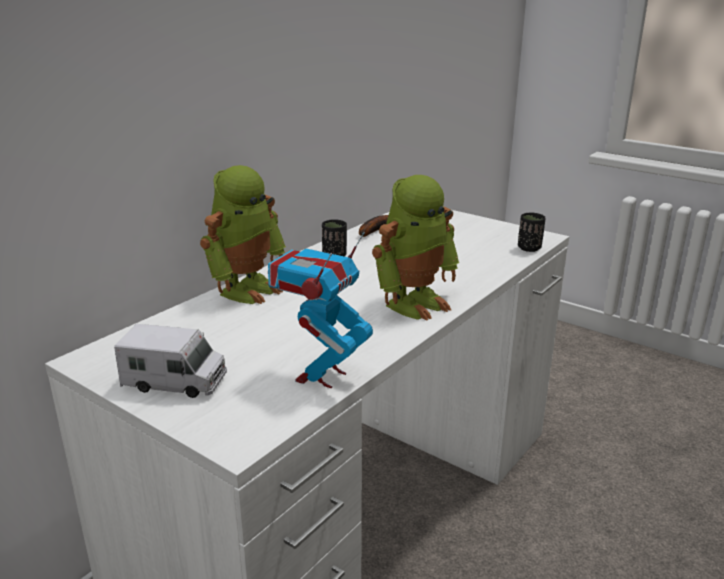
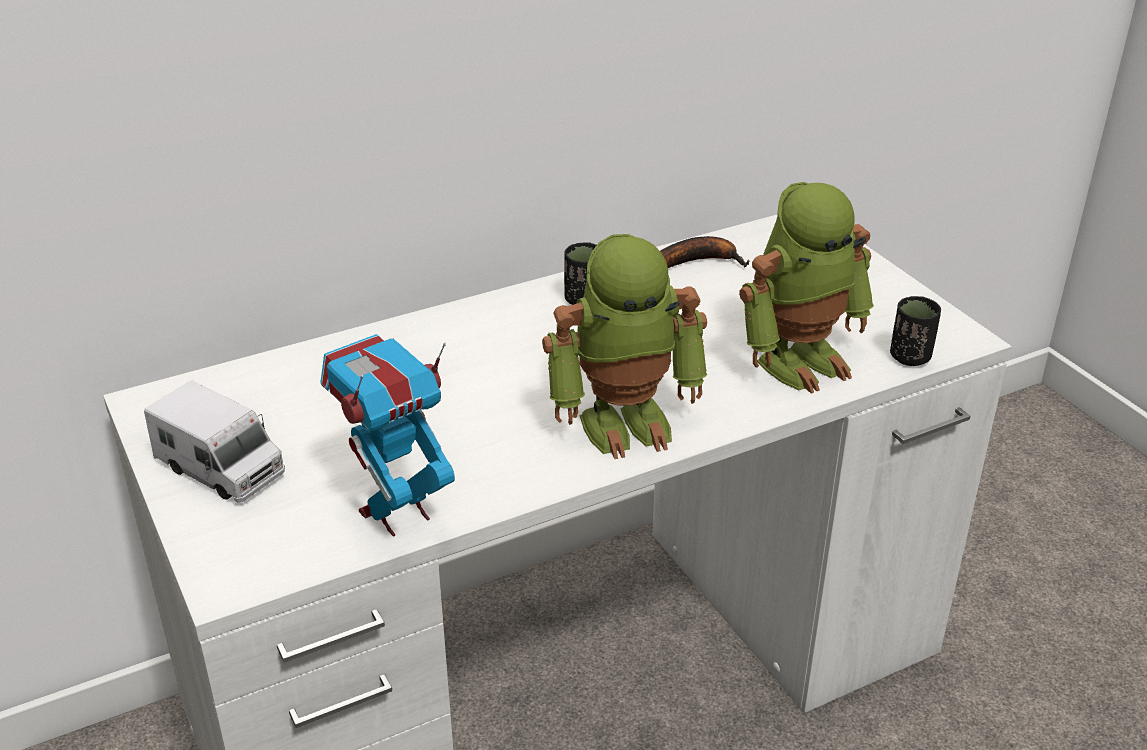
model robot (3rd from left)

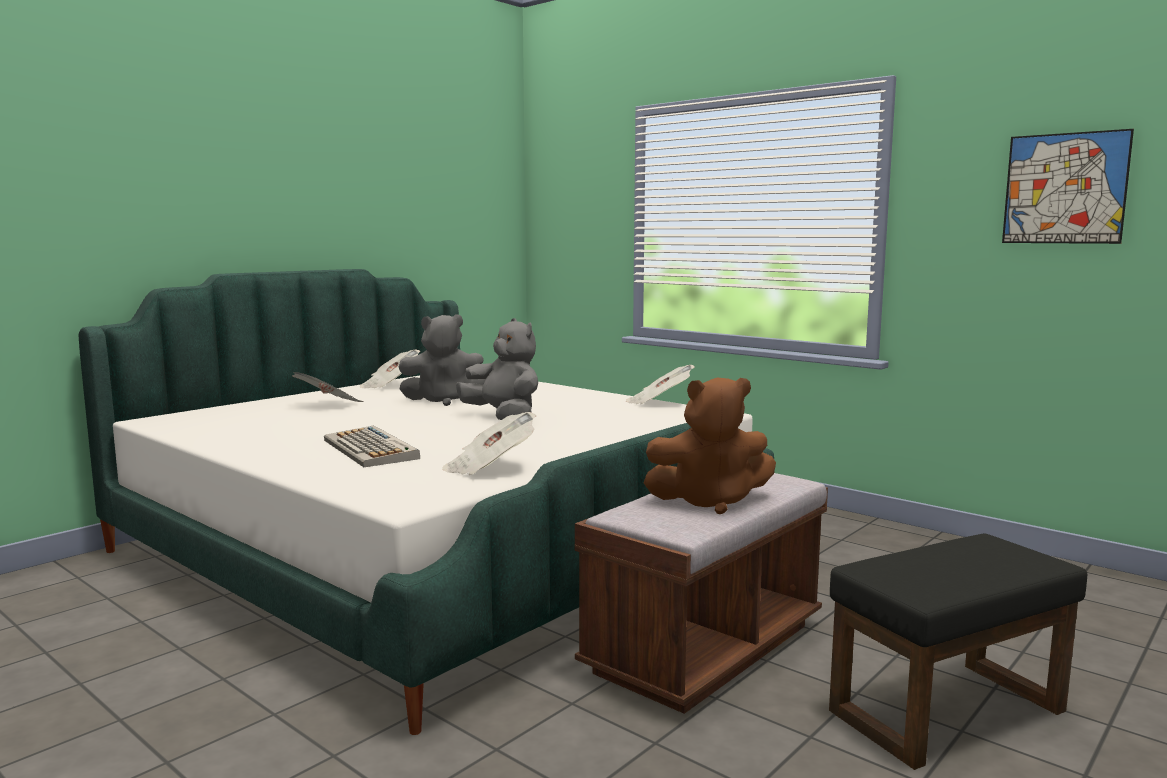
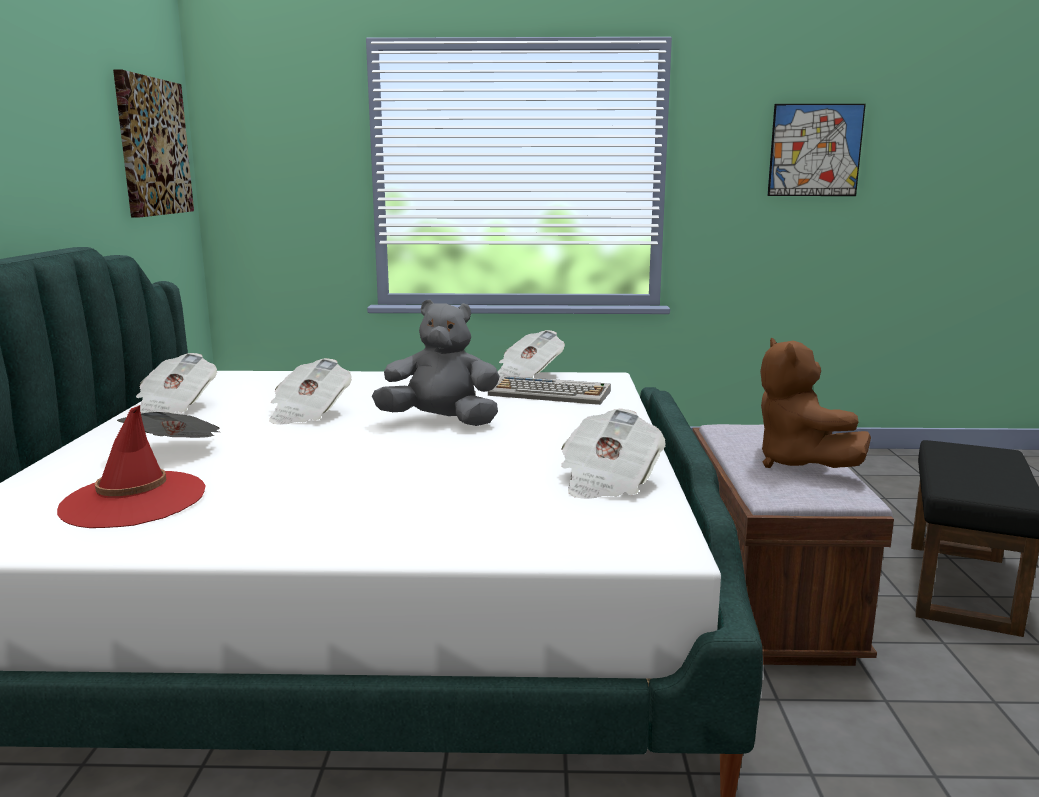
hat in red
wall art (1st from left)
newspaper (3rd from left)
computer keyboard
soft toy in brown-coloured

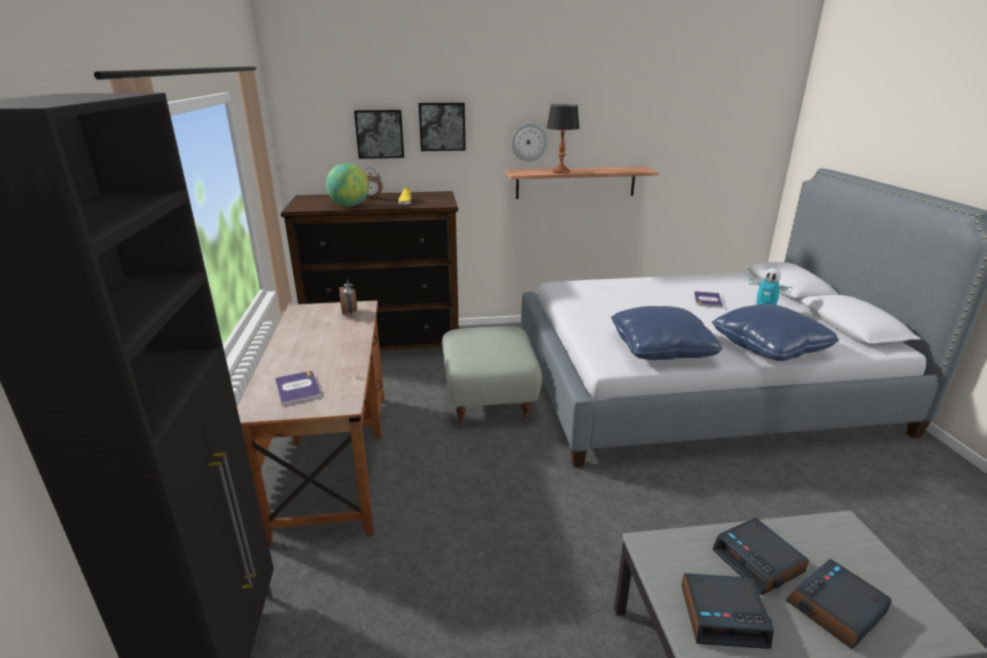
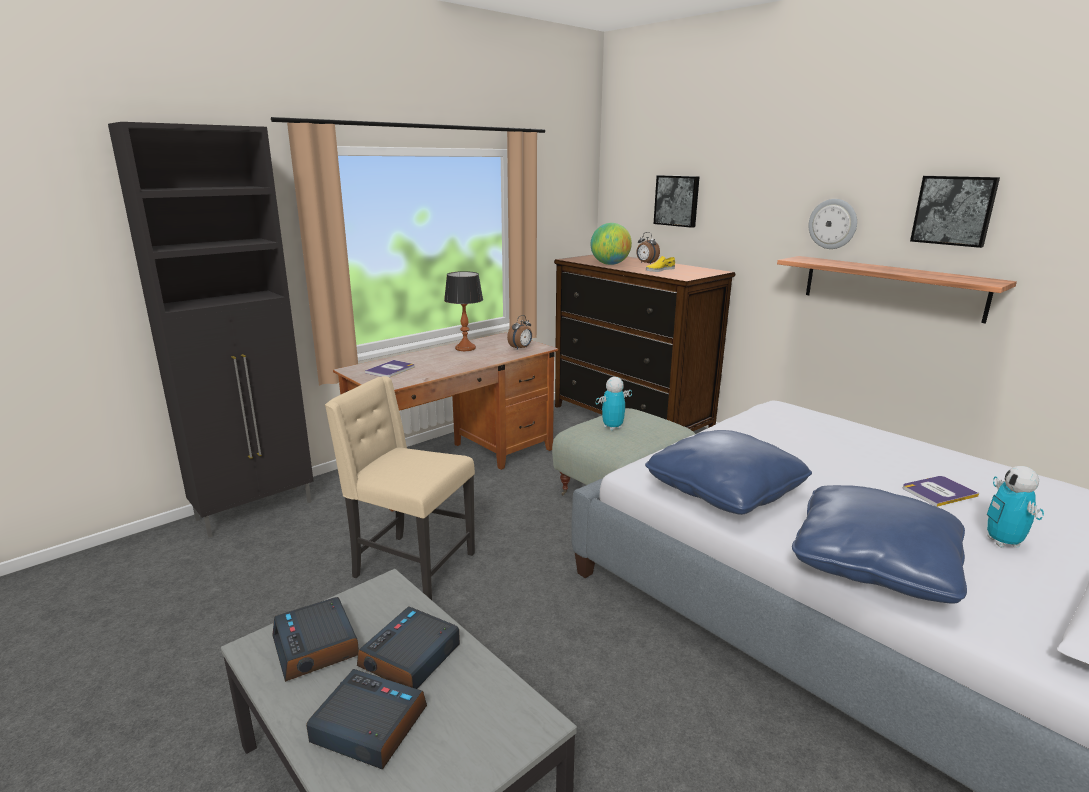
plain chair in beige-coloured
tabletop lamp
model robot (1st from left)
wall art (2nd from left)

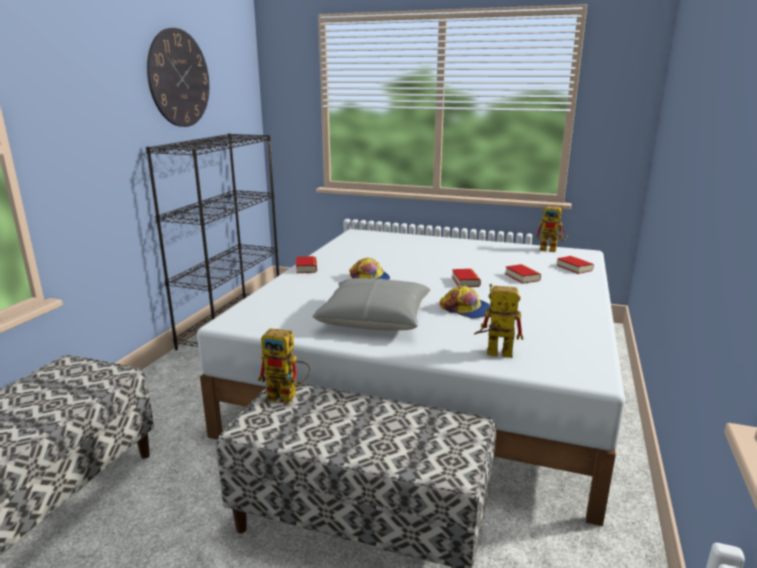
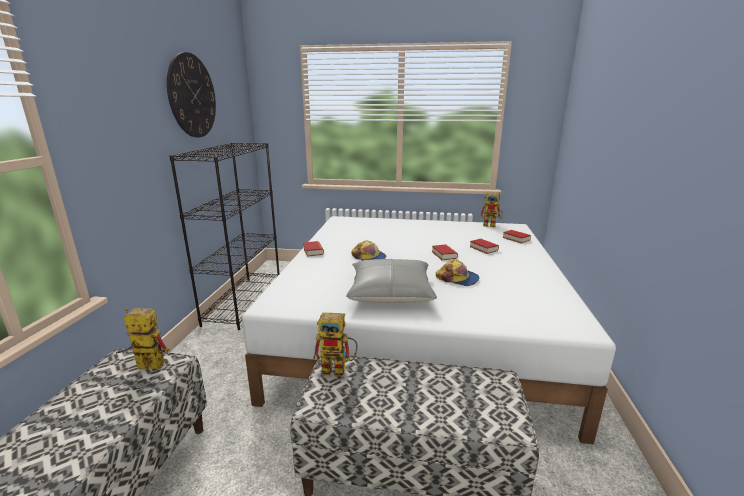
model robot (1st from left)

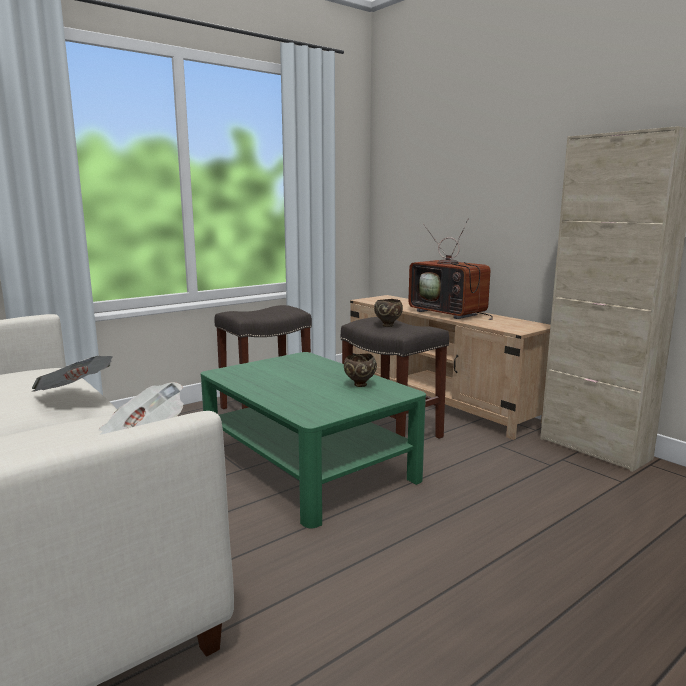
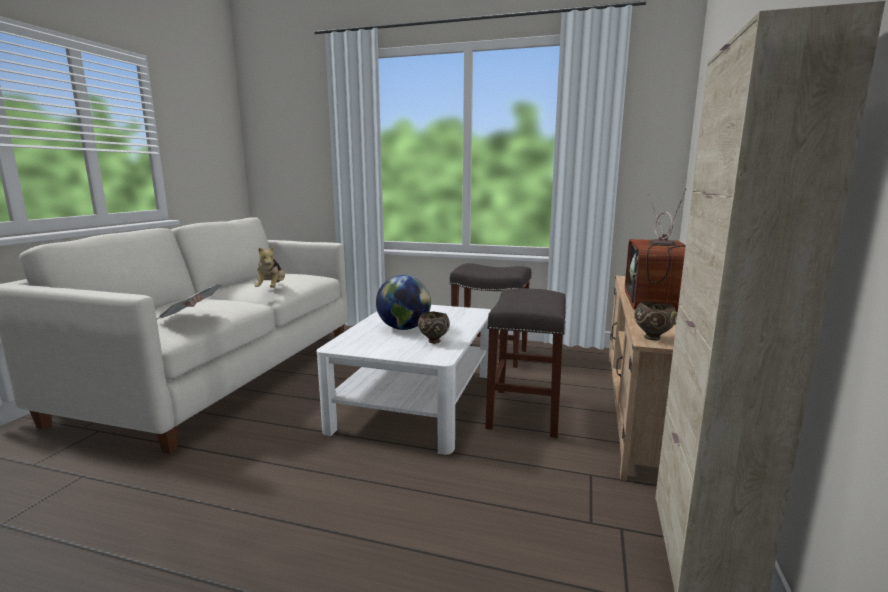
soft toy
coffee table in white
desk globe
deep dish in brown-coloured (2nd from left)

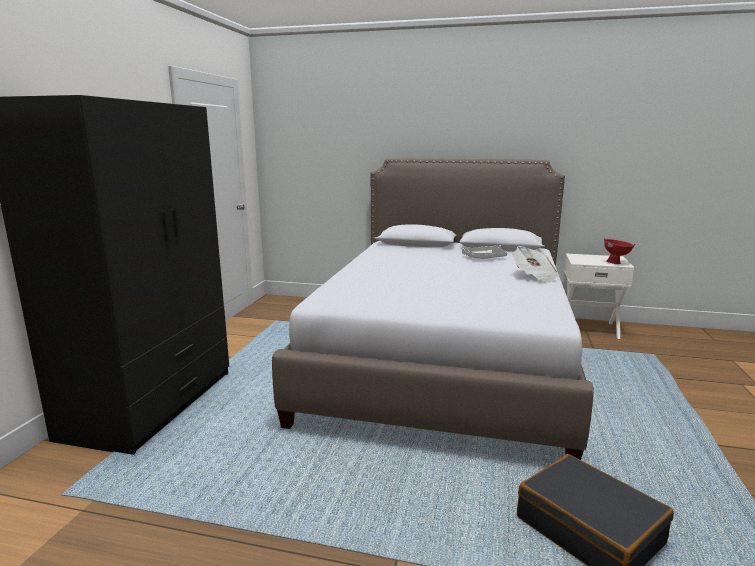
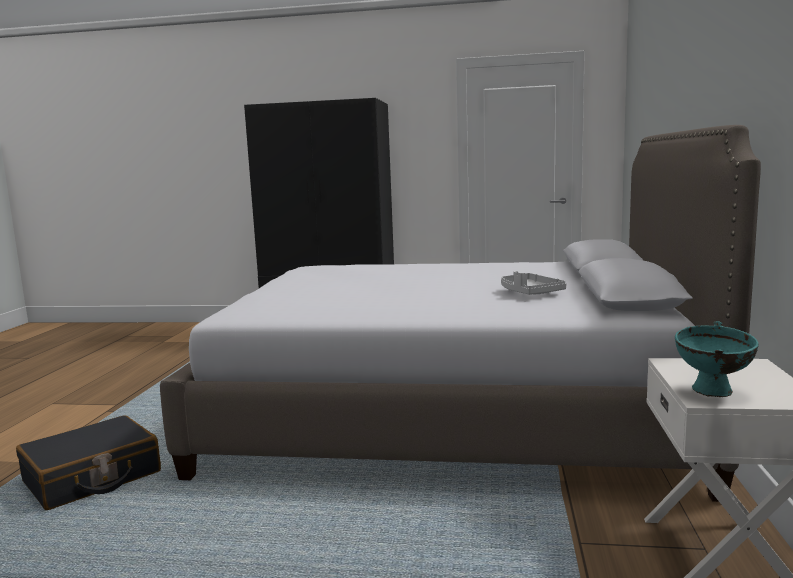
deep dish in blue-green
newspaper

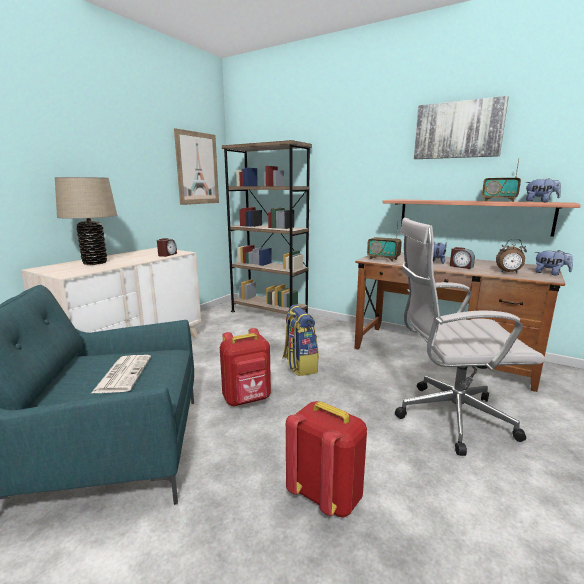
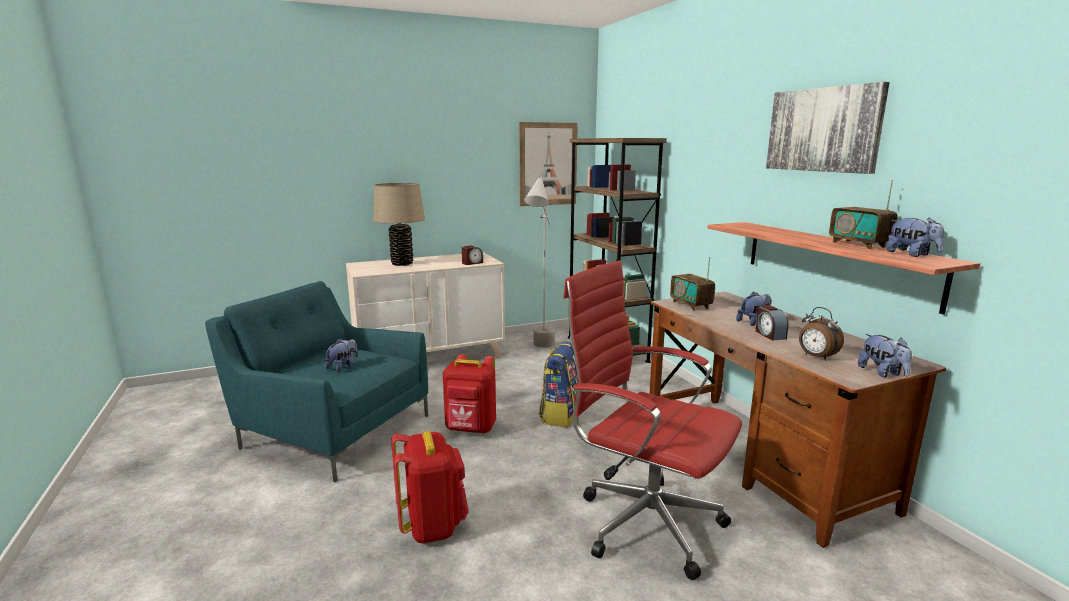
soft toy (1st from left)
floor lamp in greyish
office chair in red

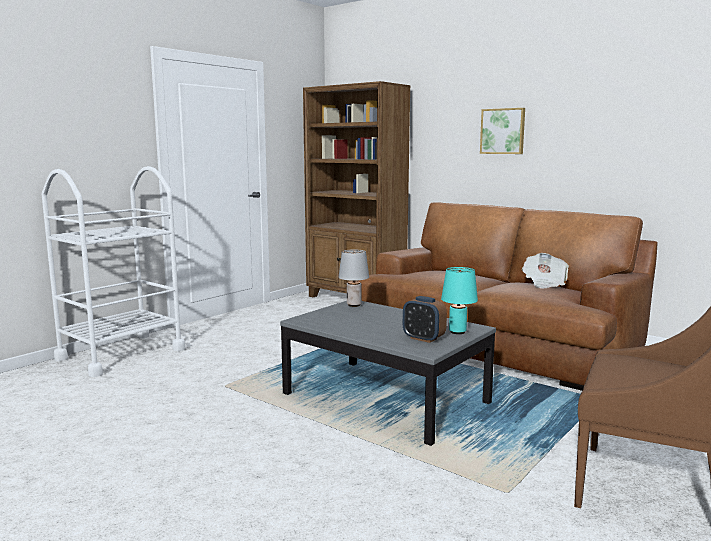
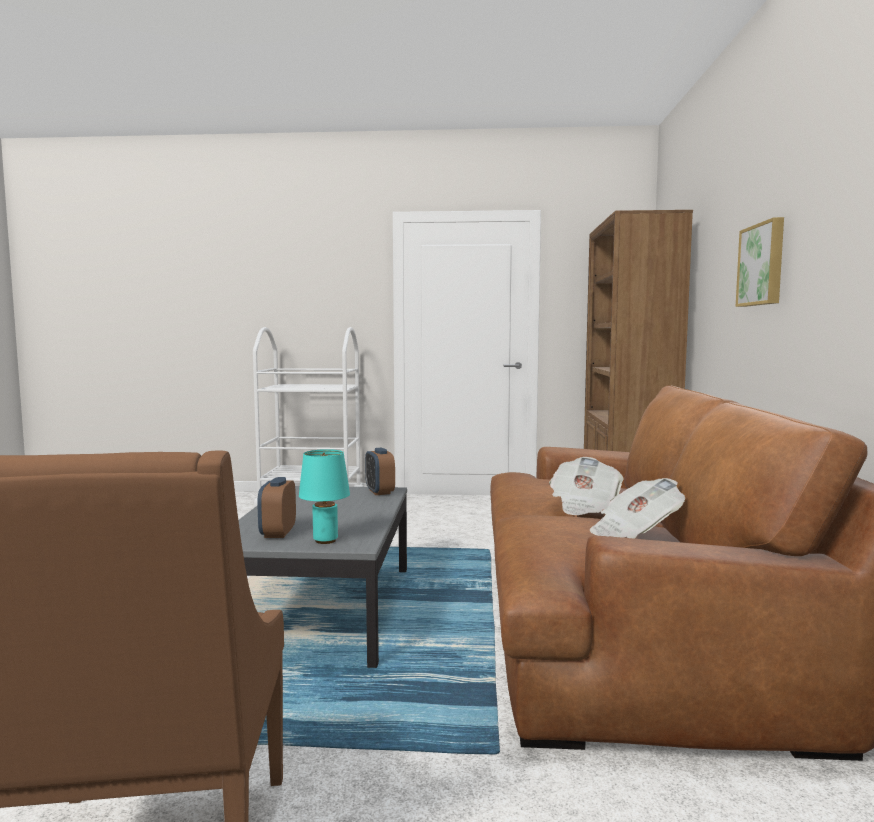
bedside clock (2nd from left)
newspaper (1st from left)

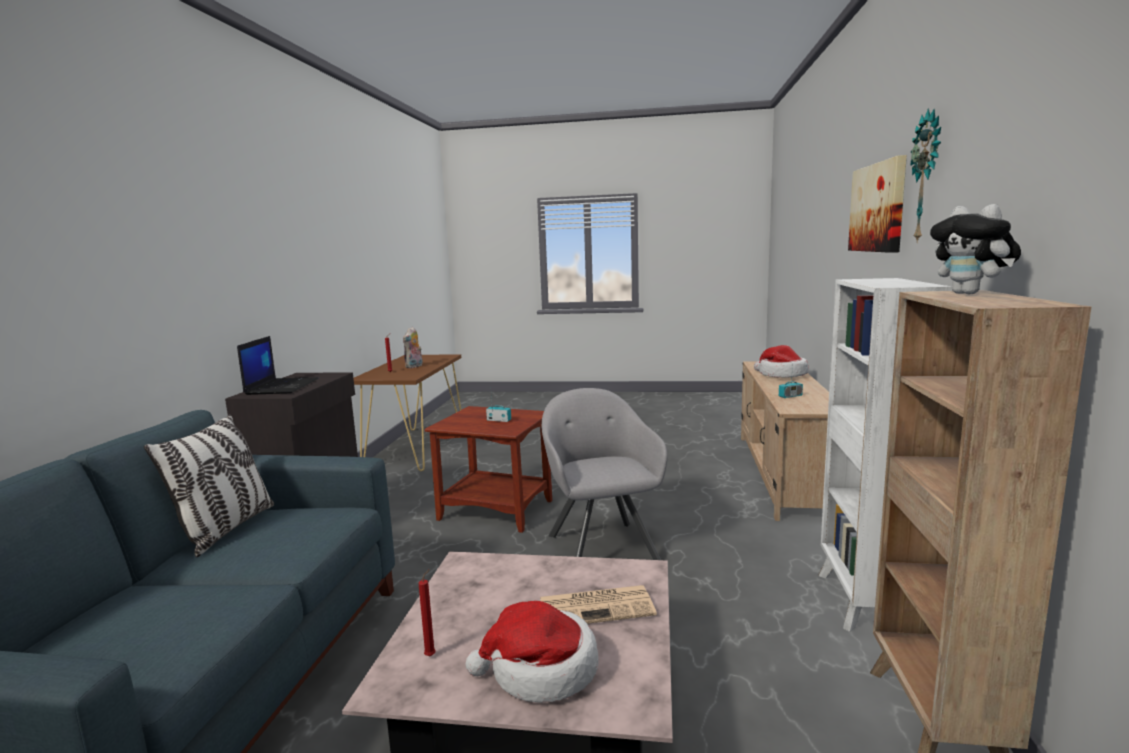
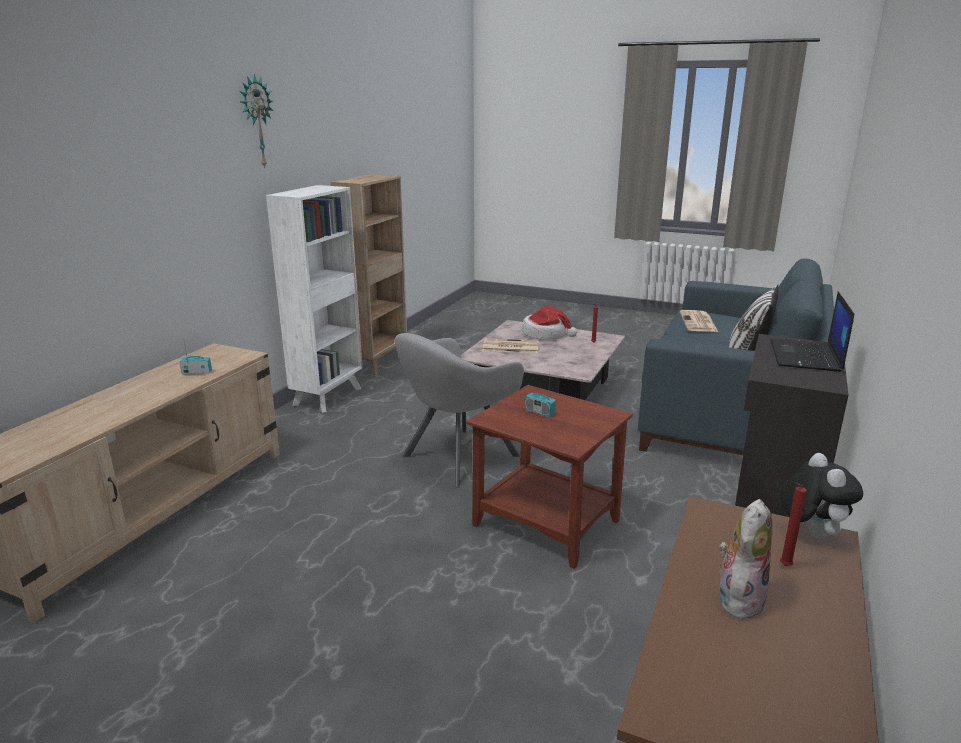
lounge chair in greyish
newspaper (2nd from left)
soft toy (2nd from left)
hat (2nd from left in the first image)
wall art

